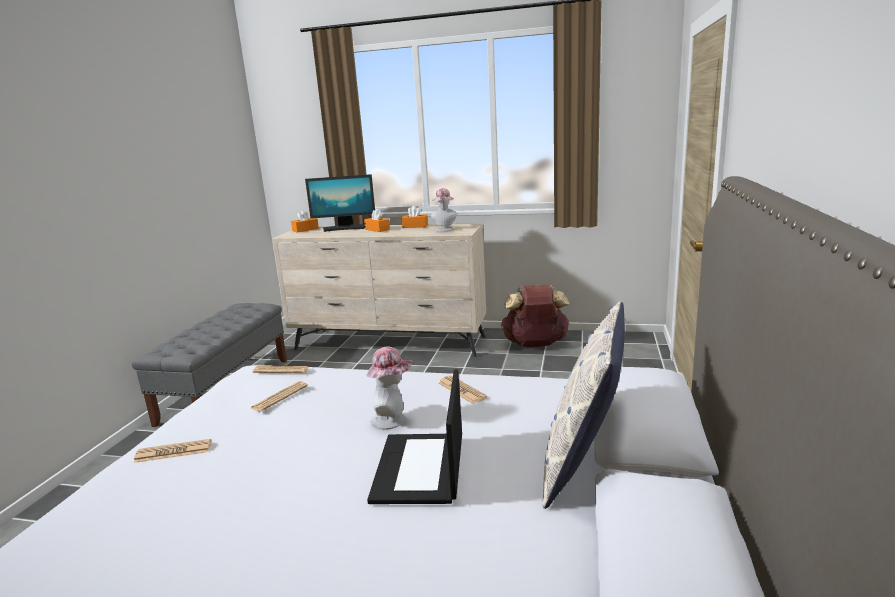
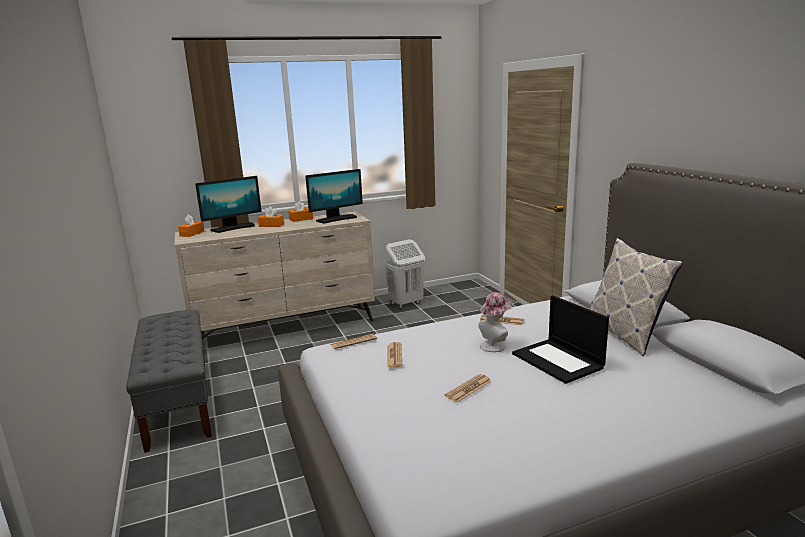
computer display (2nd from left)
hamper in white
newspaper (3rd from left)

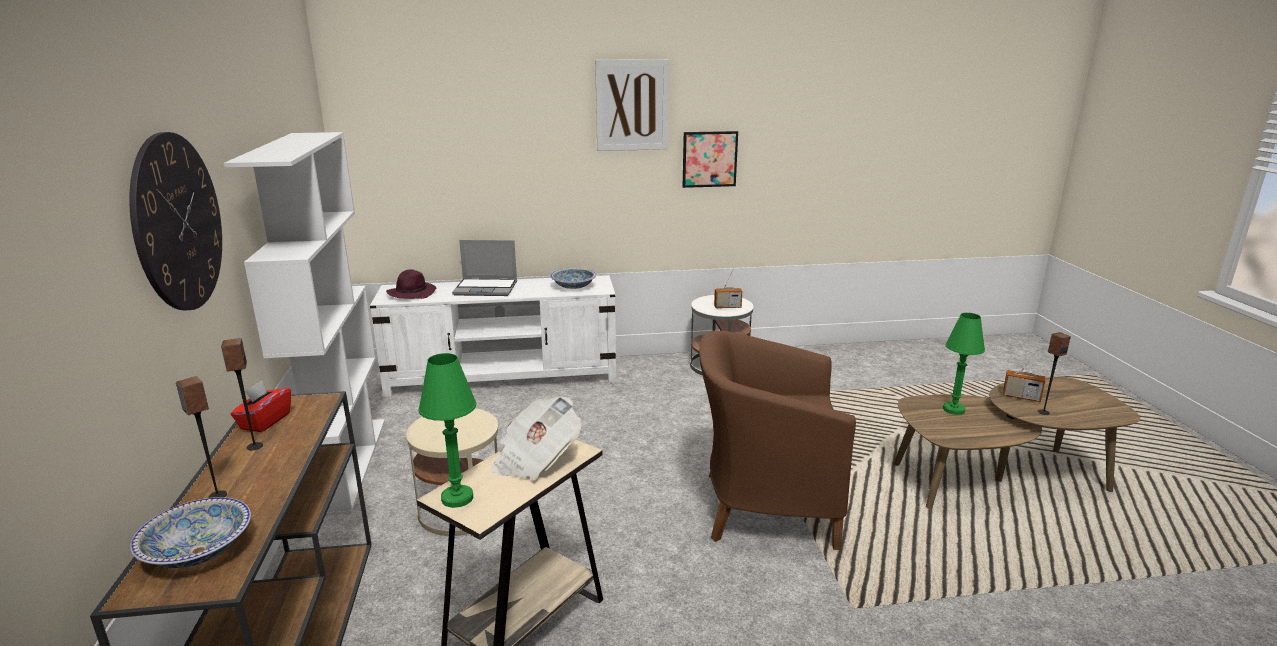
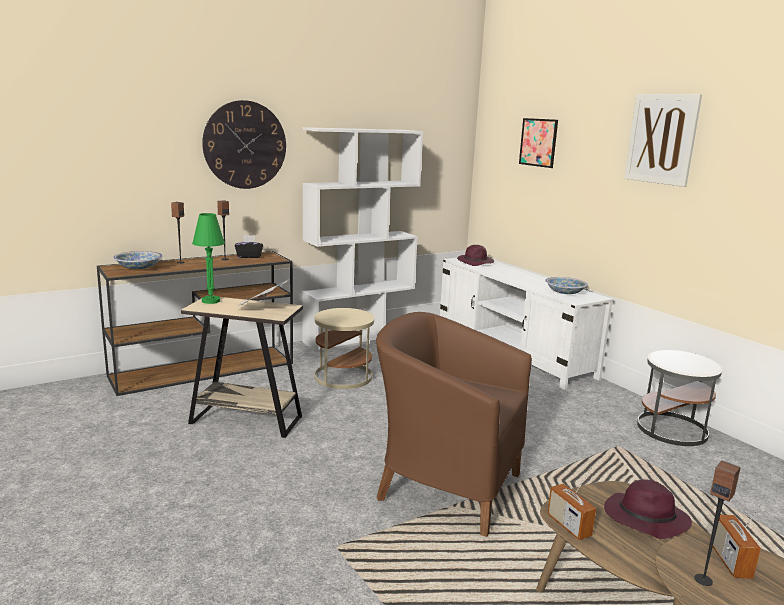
tissue box in blackish
lounge chair in brown-coloured
wall art (1st from left)
radio (1st from left)
hat in purplish (2nd from left)
laptop

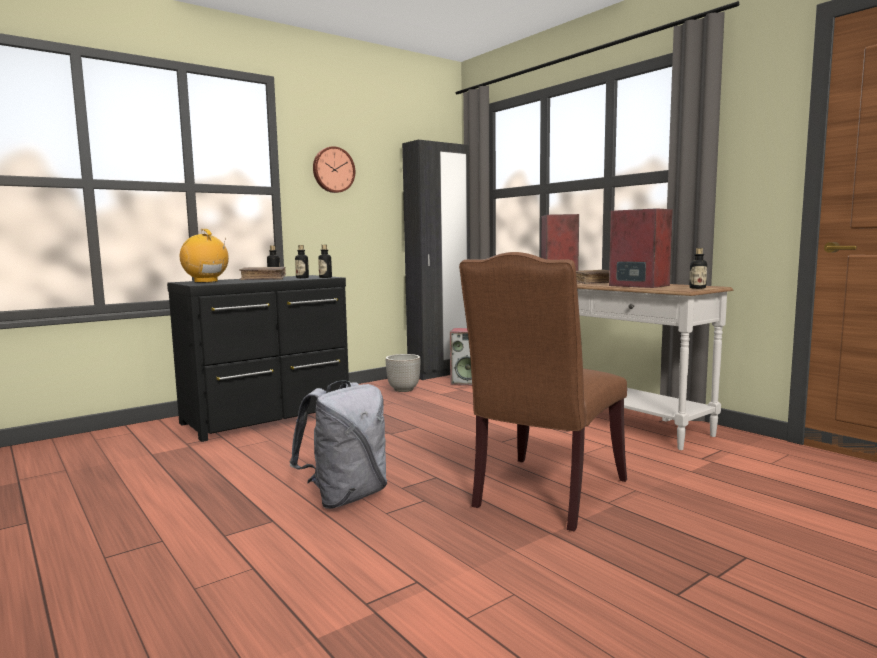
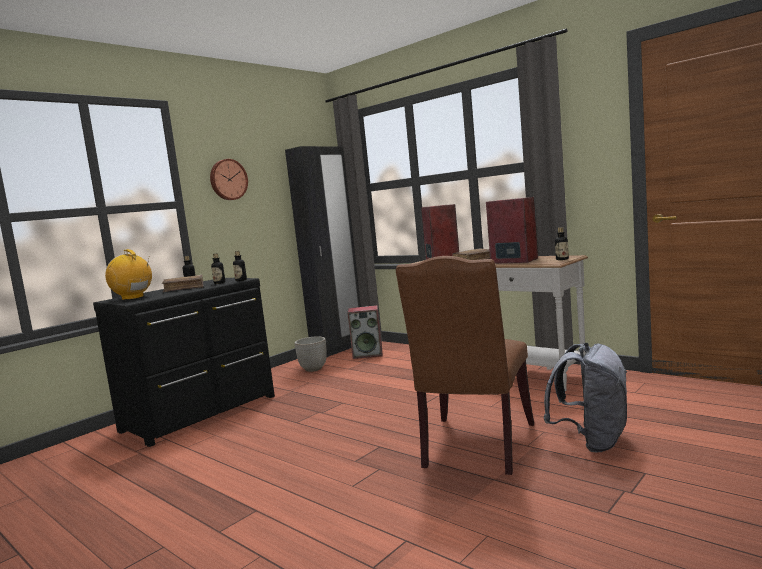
rucksack in greyish

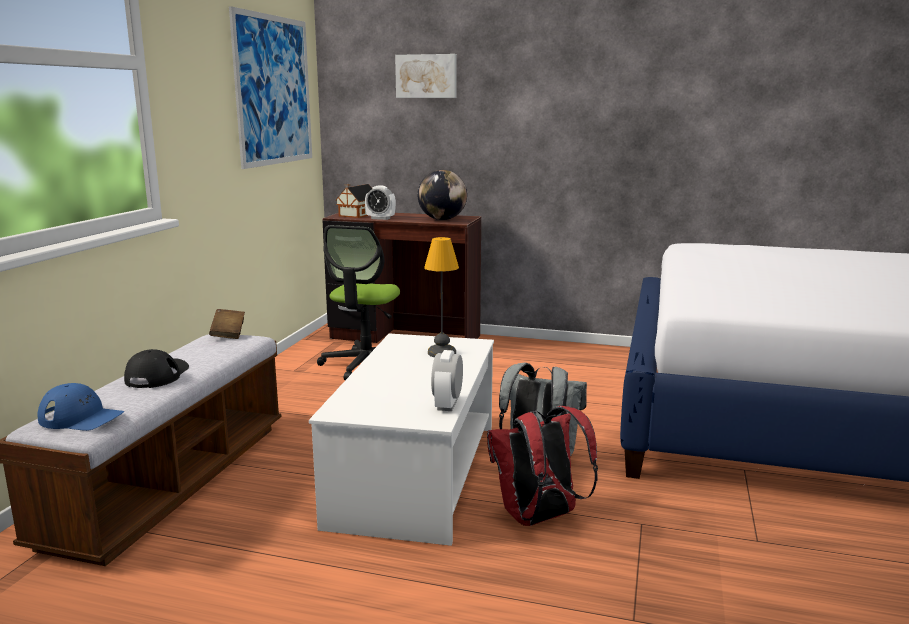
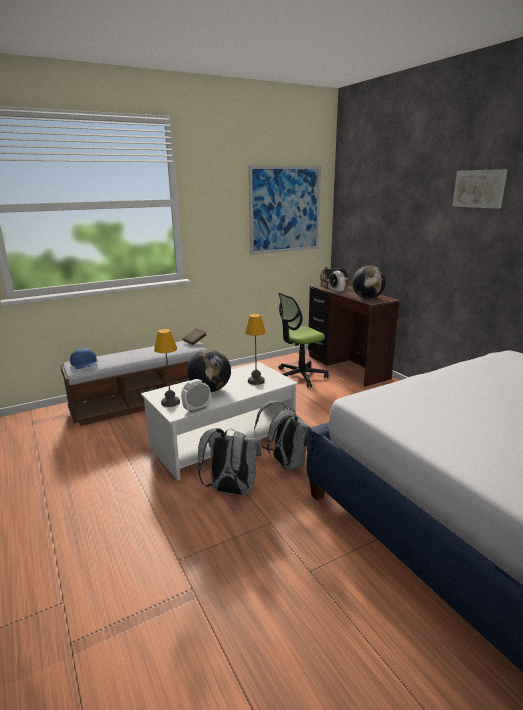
tabletop lamp (1st from left)
desk globe (1st from left)
rucksack in greyish (1st from left)
wall art (2nd from left)
peaked cap in blackish

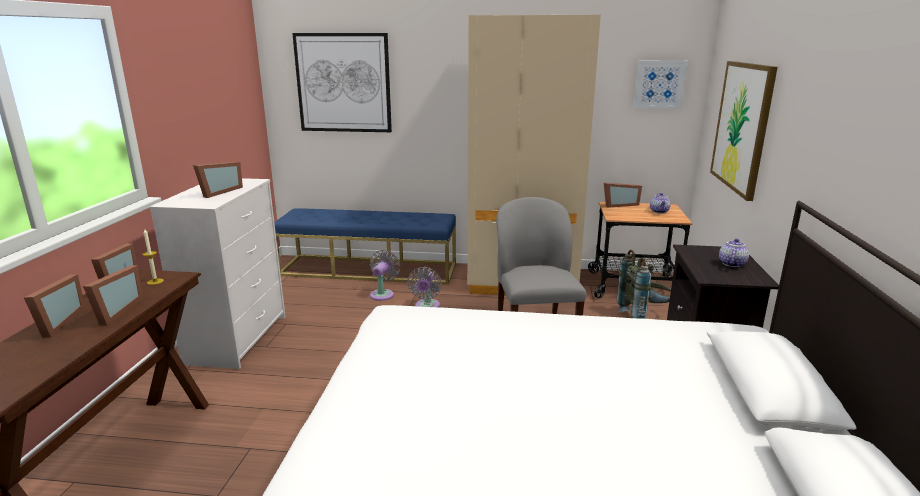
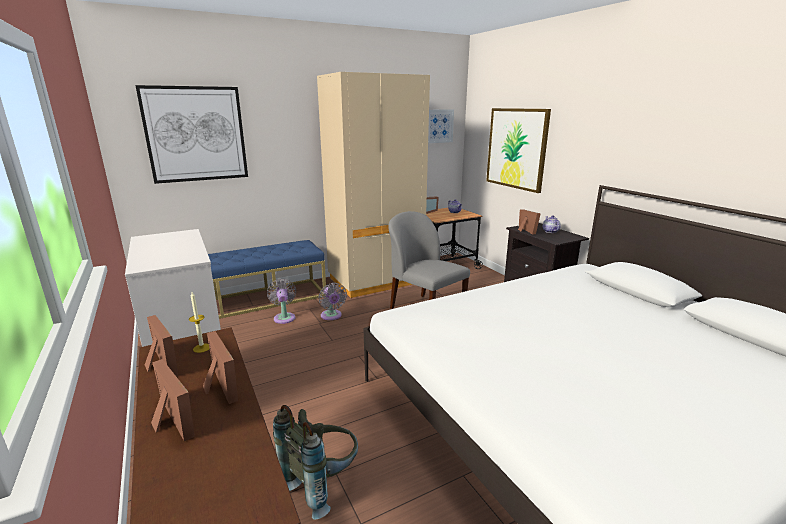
rucksack in greyish
picture frame (5th from left)

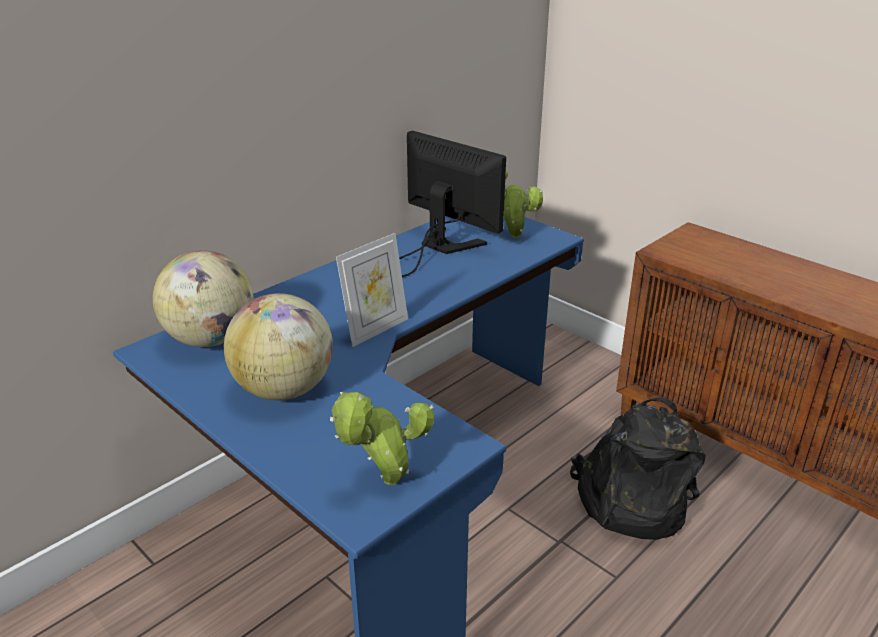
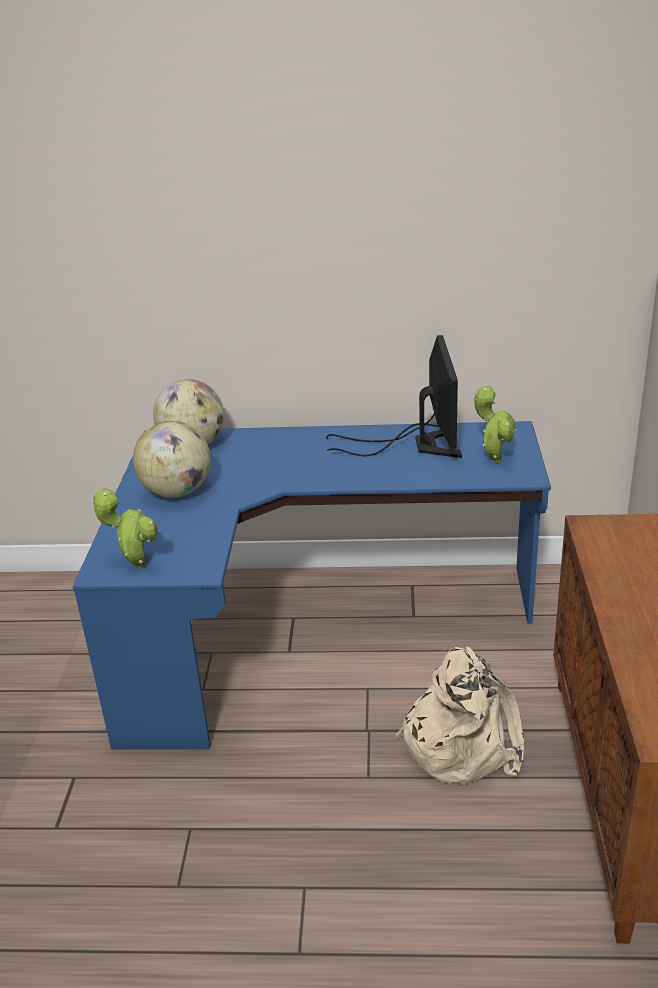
rucksack in beige-coloured
picture frame

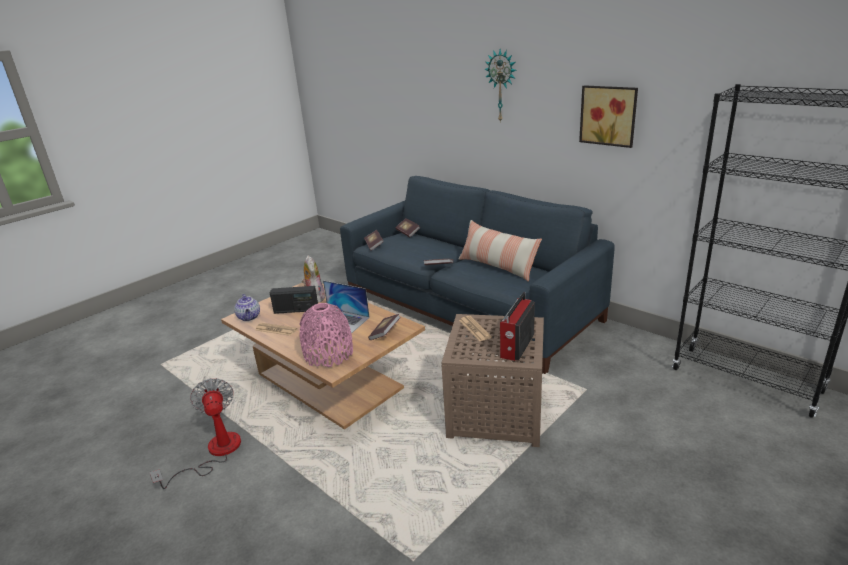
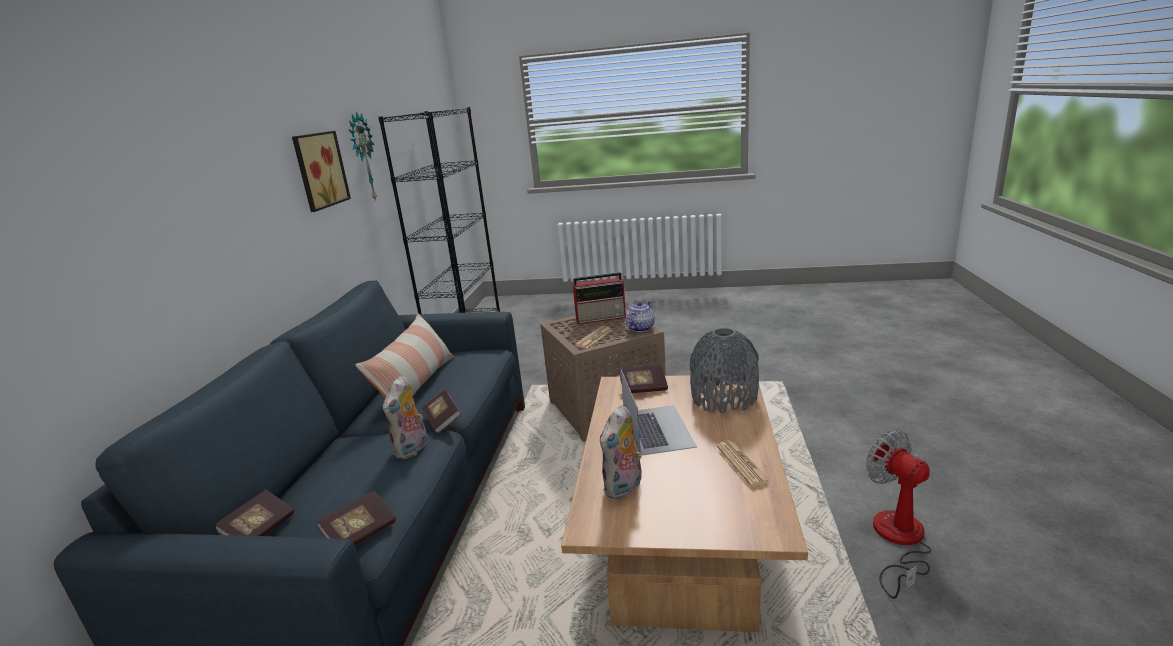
wall clock
soft toy (1st from left)
pot for tea
vase in greyish
fan
radio (1st from left in the first image)

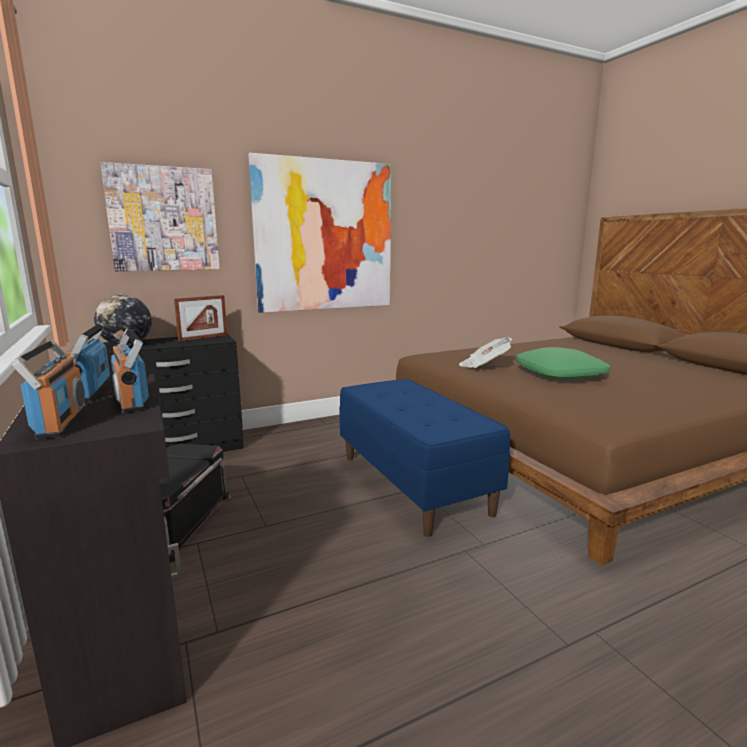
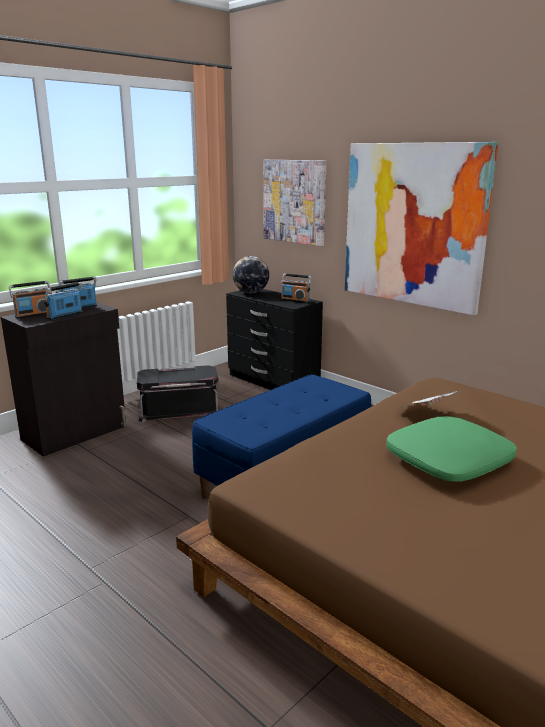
radio (4th from left)

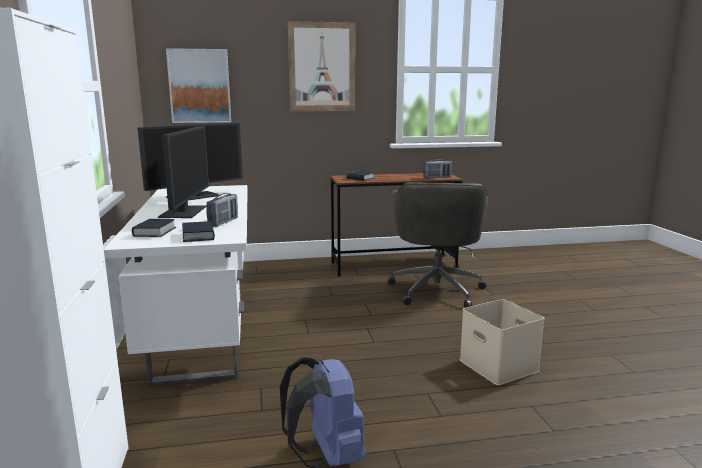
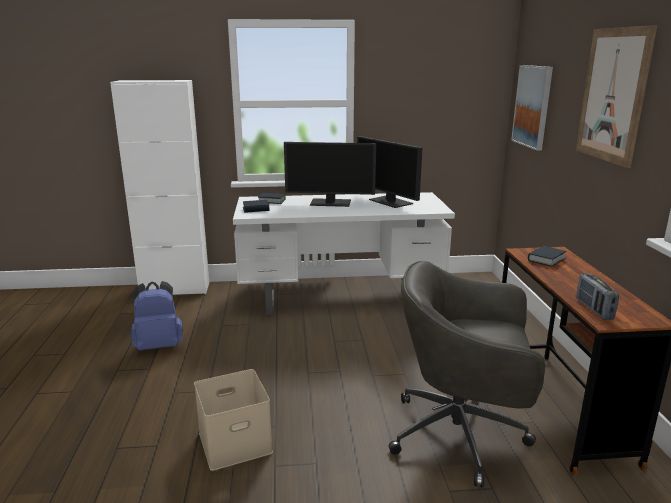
radio (1st from left in the first image)

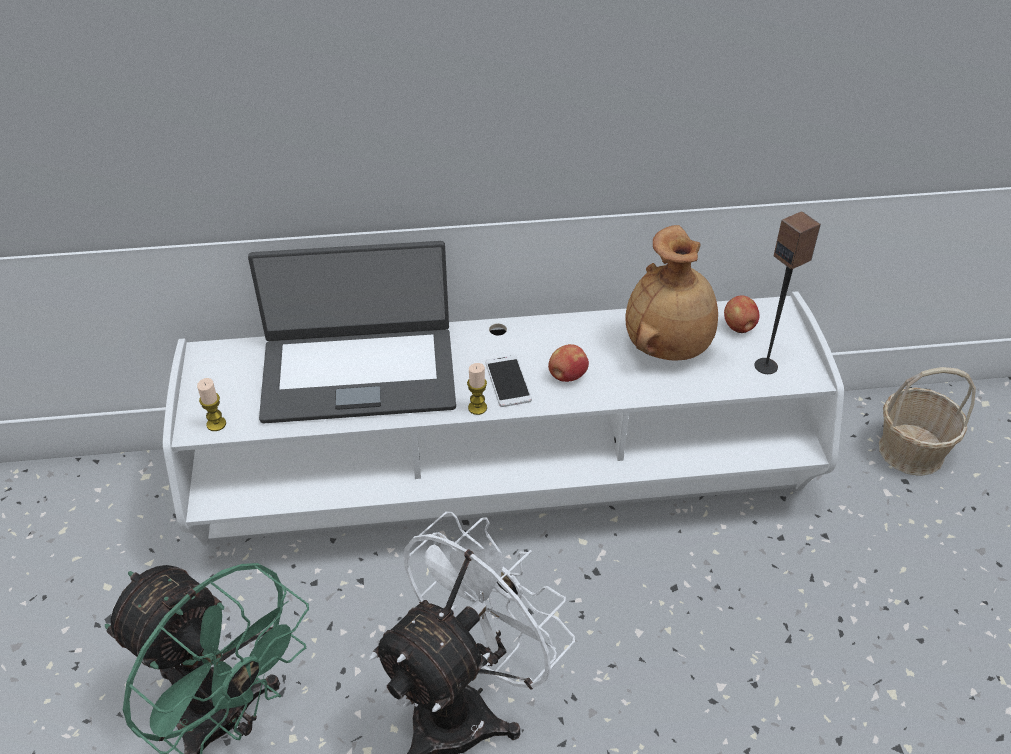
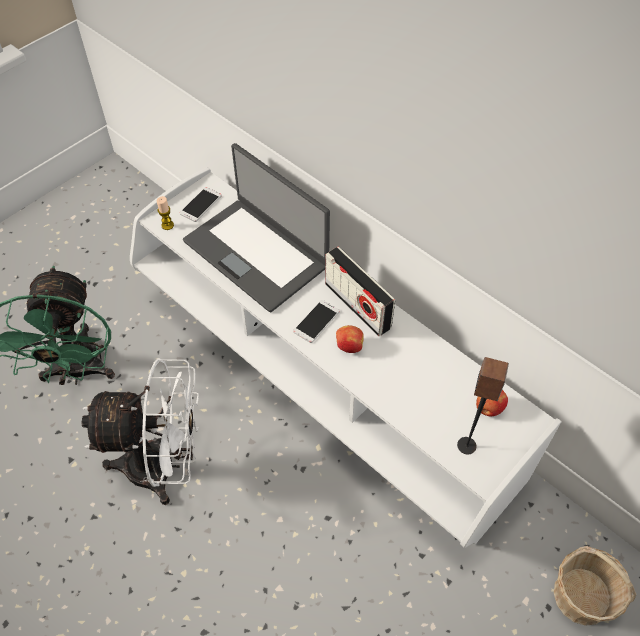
telephone (1st from left)
radio
wax light (2nd from left in the first image)
vase in brown-coloured

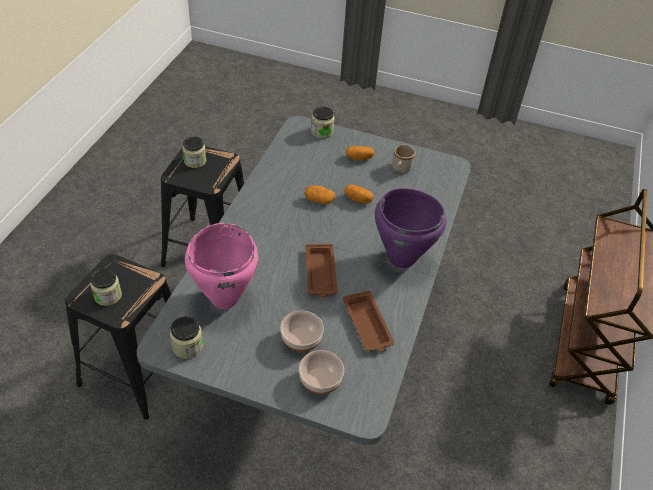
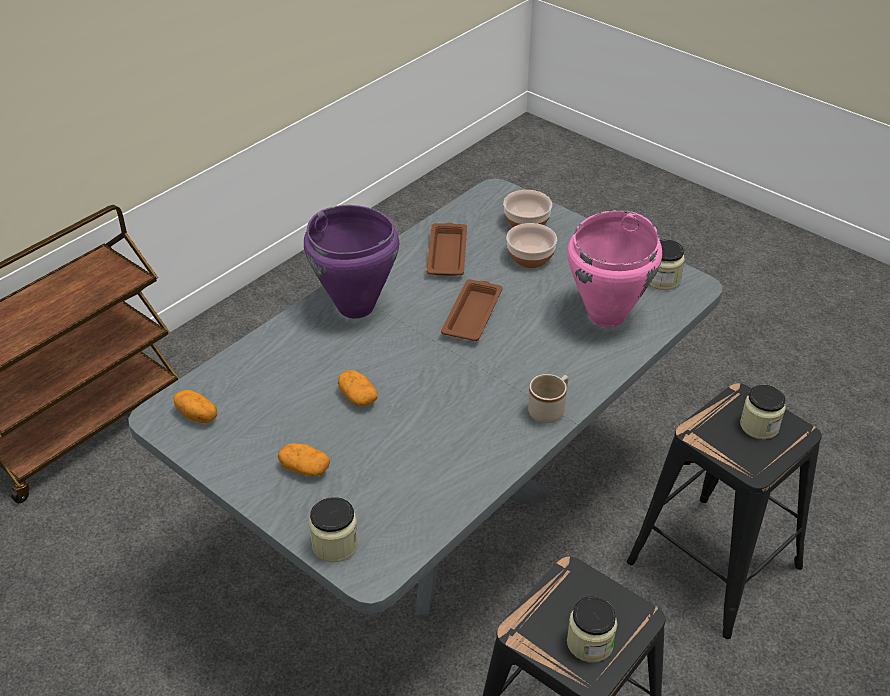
spud (1st from left)
tea mug in beige-coloured

